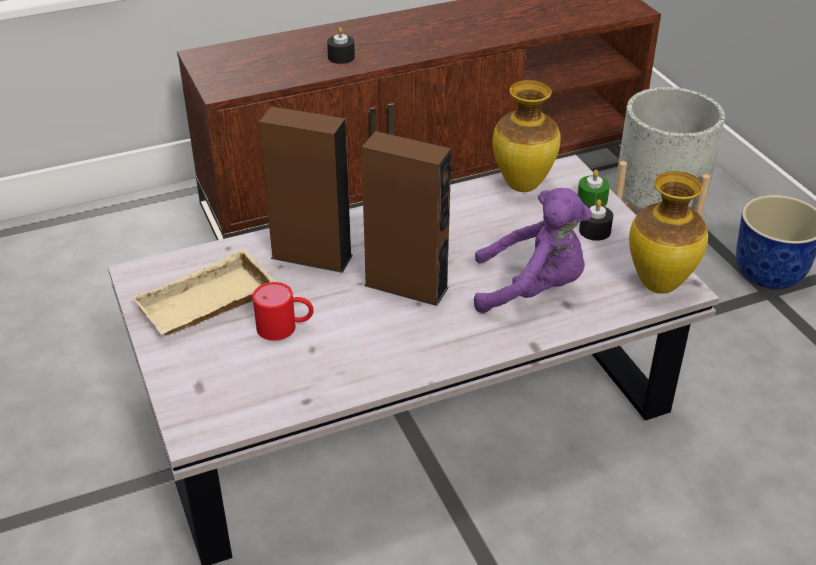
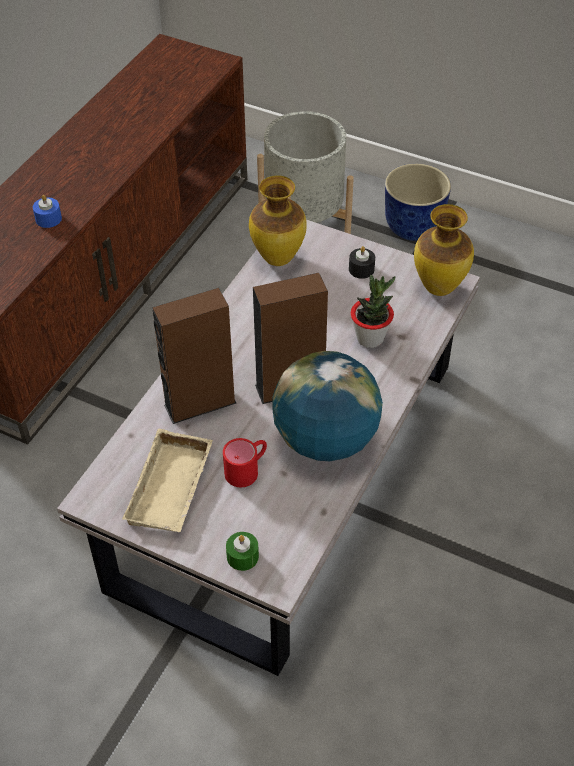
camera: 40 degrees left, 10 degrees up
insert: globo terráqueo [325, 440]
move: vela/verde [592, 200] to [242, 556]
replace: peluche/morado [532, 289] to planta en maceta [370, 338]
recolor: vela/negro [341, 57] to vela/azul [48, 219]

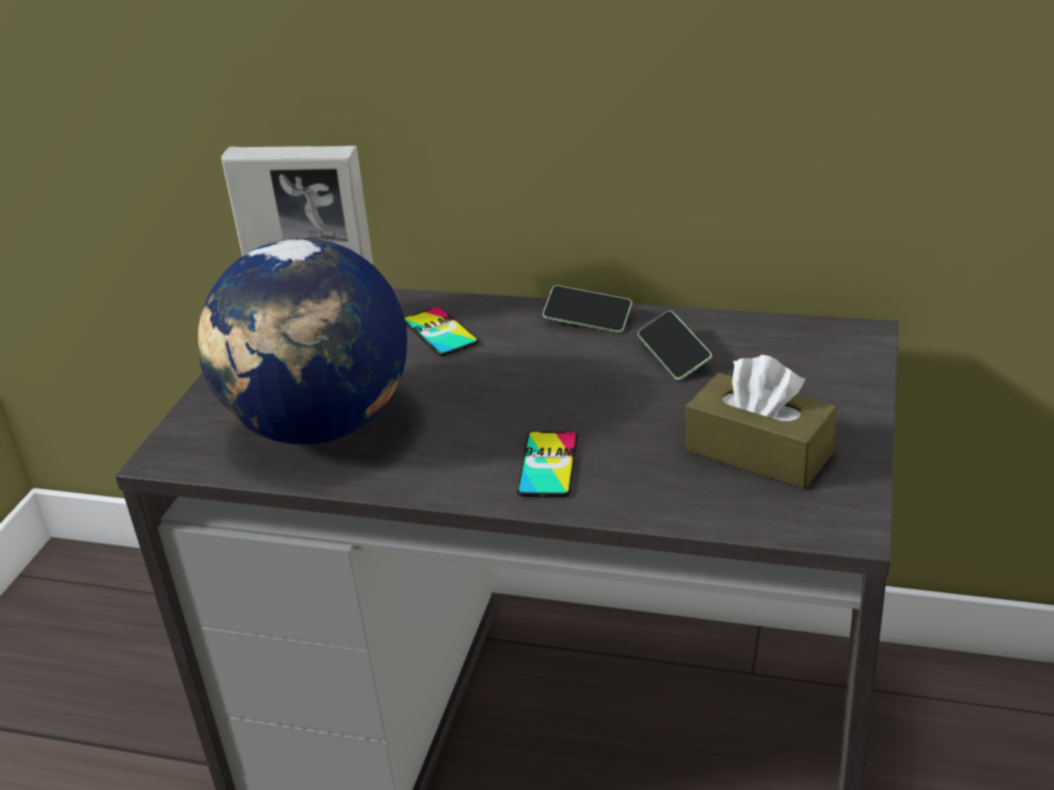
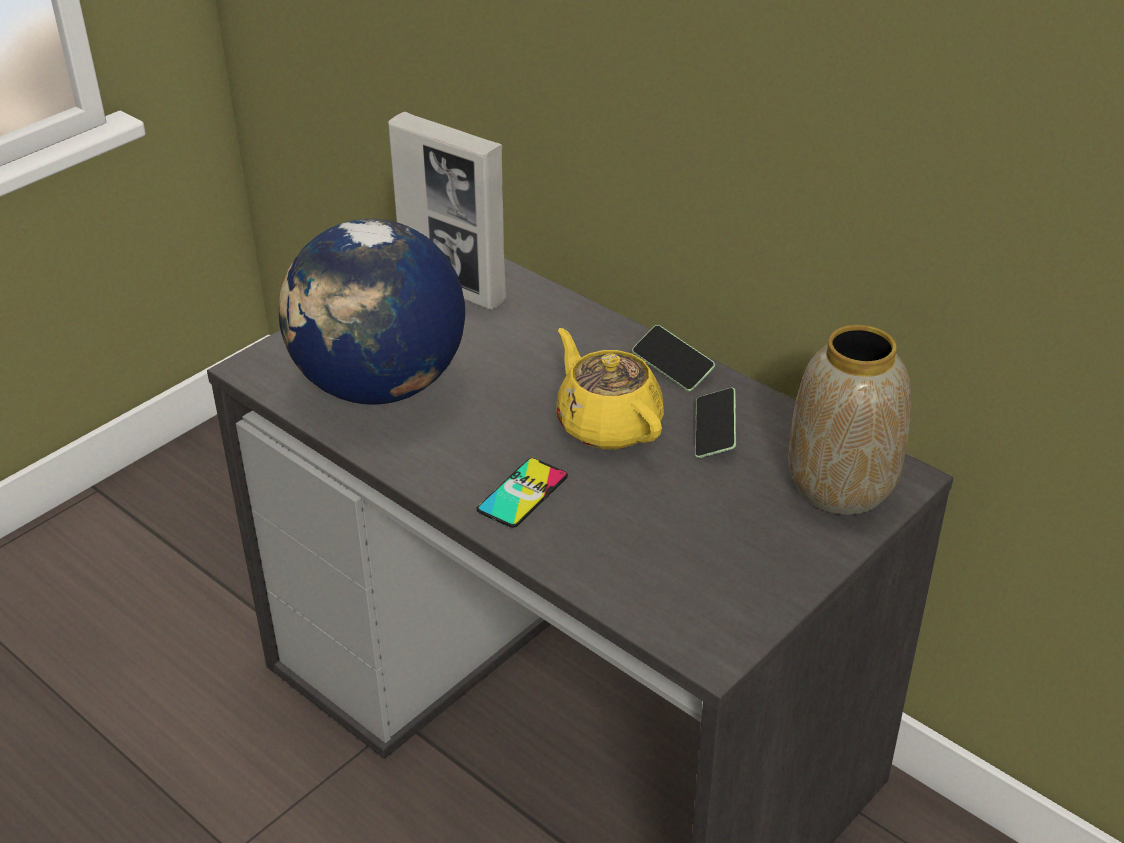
camera: 25 degrees right, 5 degrees up
delete: móvil [440, 332]; caja de pañuelos/marrón [759, 452]
insert: tetera/amarillo [607, 424]; florero [842, 487]

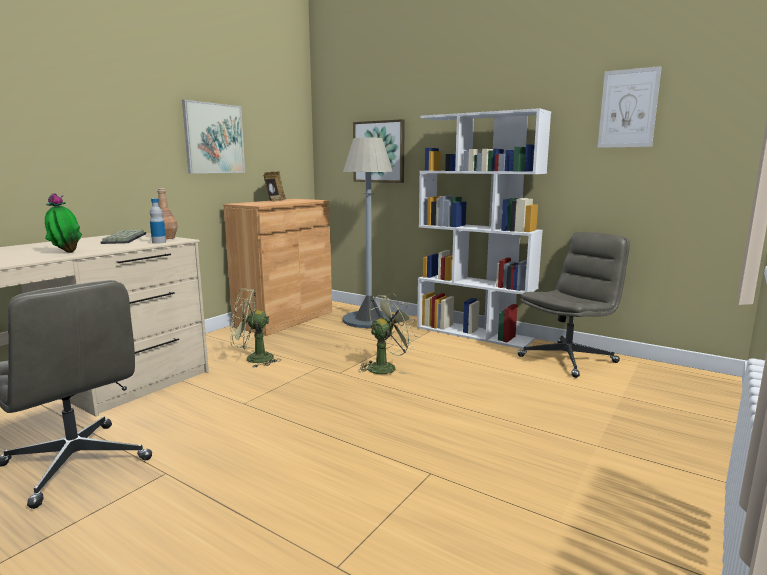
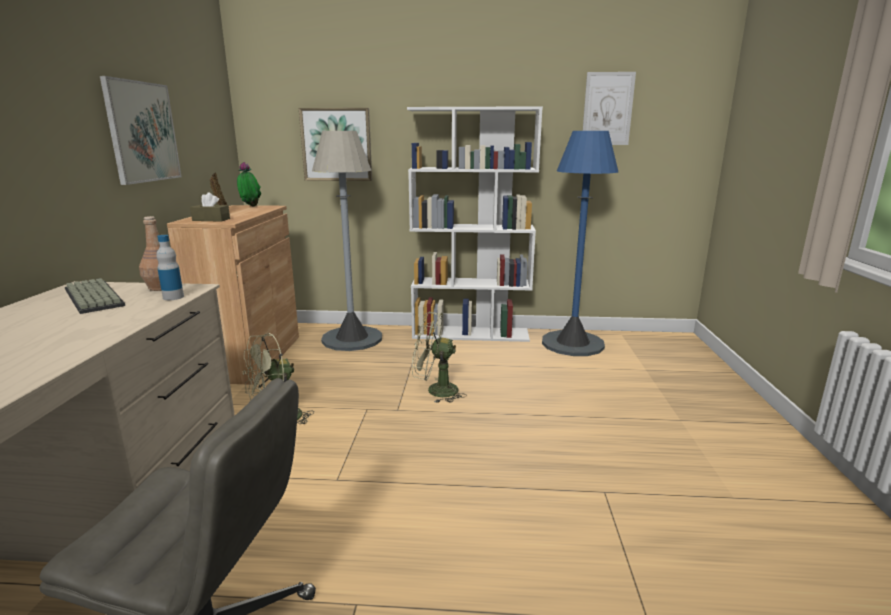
camera: 30 degrees left, 5 degrees up
insert: caja de pañuelos/marrón [211, 219]
move: planta en maceta [66, 252] to [250, 206]
replace: silla de oficina/gris [568, 359] to lámpara de pie/azul [572, 343]
rotate: ventilador/verde [386, 367] = [435, 391] 105 degrees counterclockwise

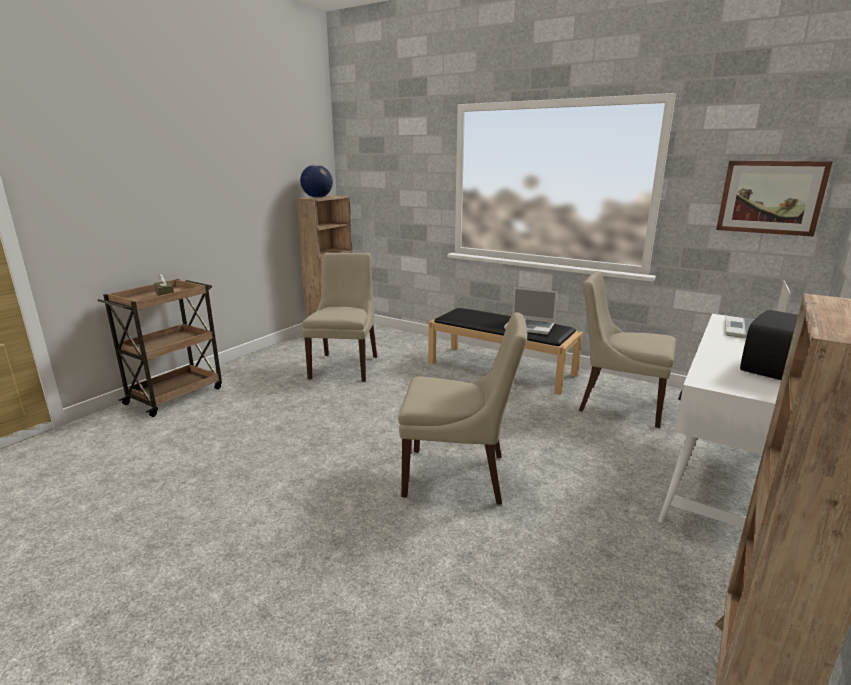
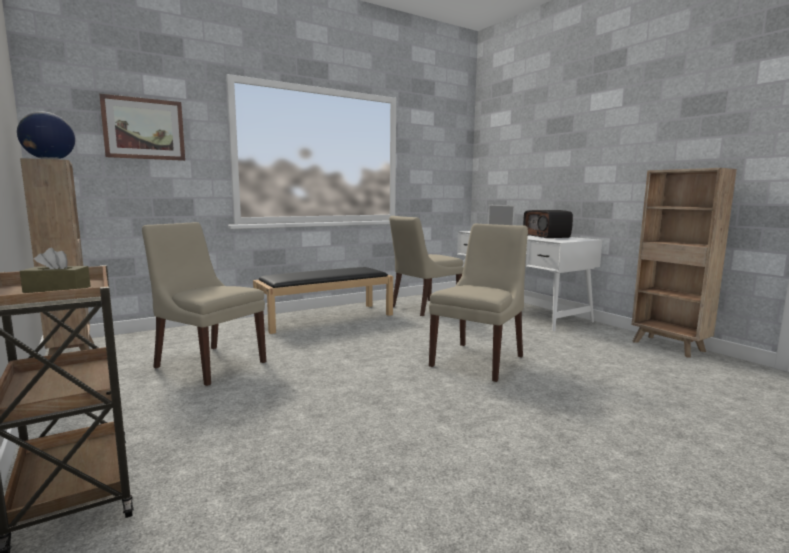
camera: 65 degrees left, 10 degrees down
delete: portátil [530, 327]
move: cuadro [770, 197] to [144, 129]

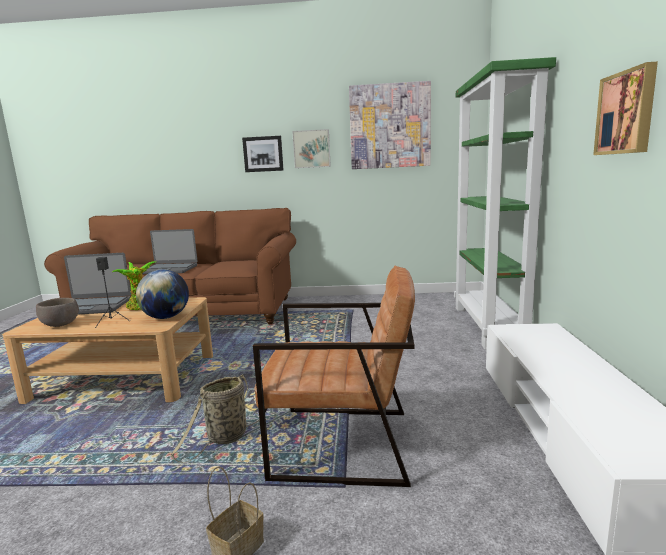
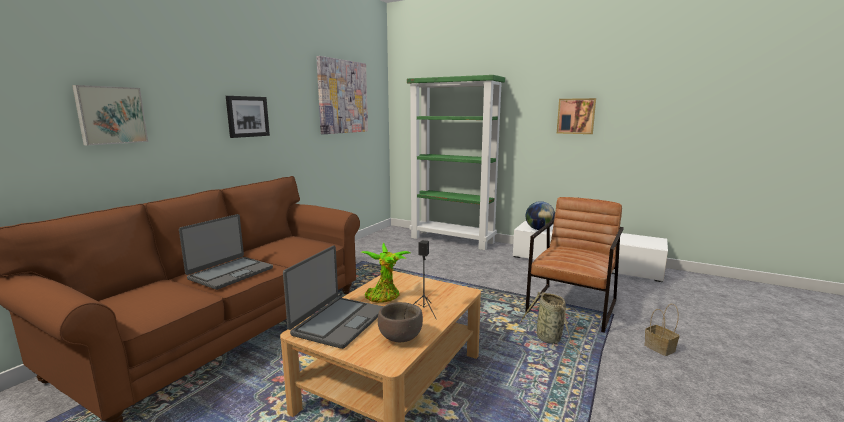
camera: 65 degrees left, 0 degrees up
move: globo terráqueo [166, 317] to [539, 229]; cuadro [311, 149] to [111, 115]

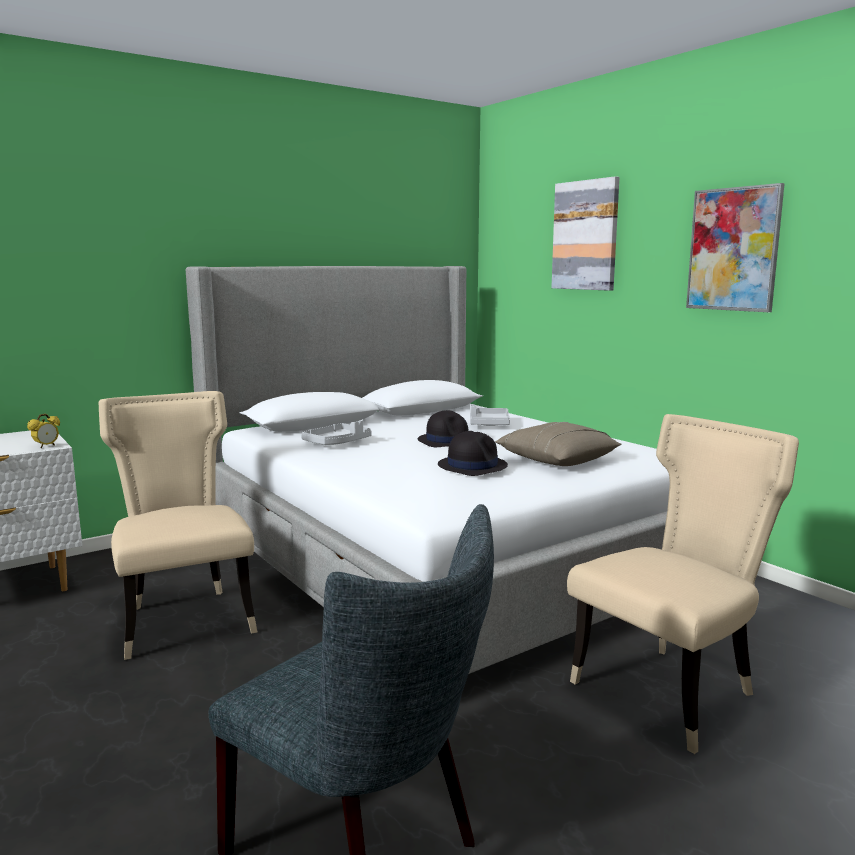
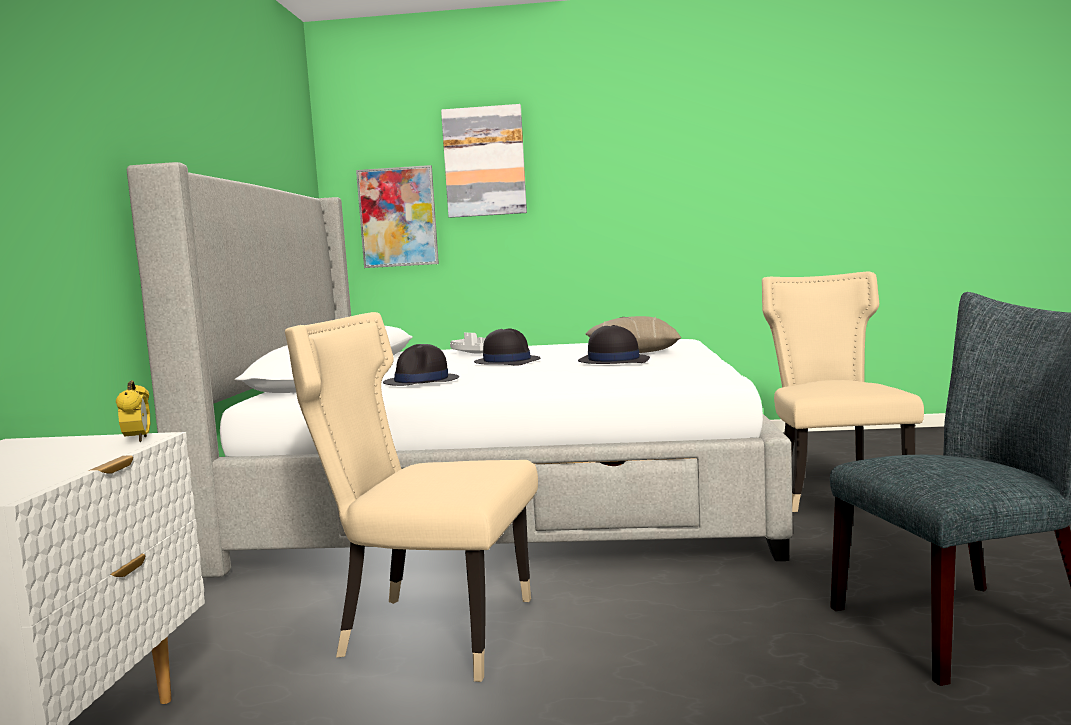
camera: 50 degrees left, 5 degrees down
move: cuadro [733, 249] to [398, 217]
replace: bandeja/gris [337, 443] to sombrero/negro [422, 381]

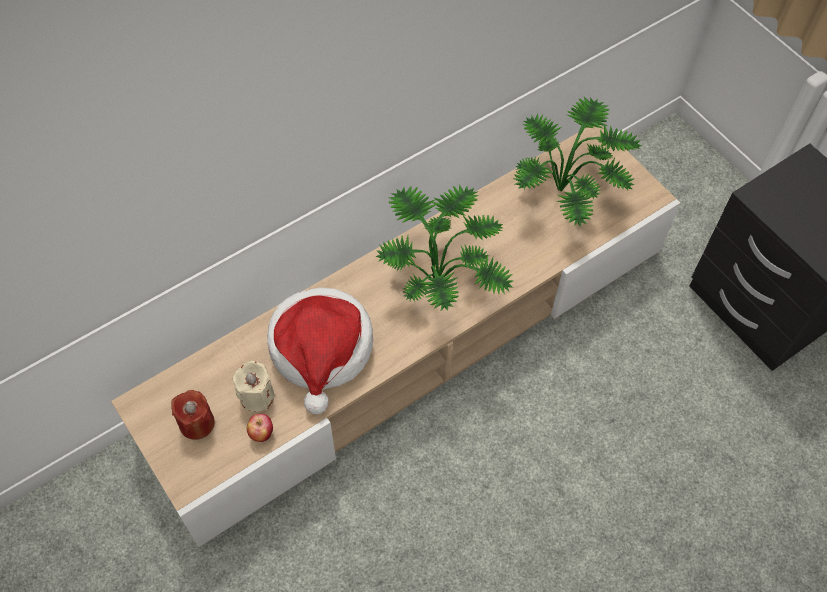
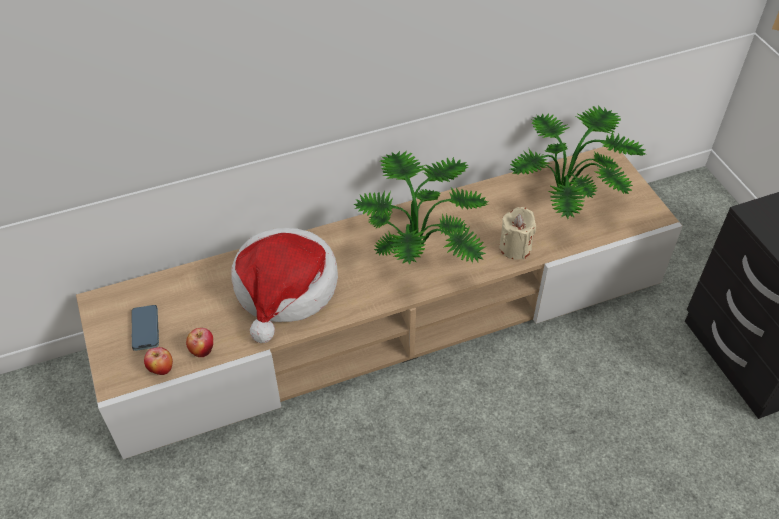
camera: 15 degrees right, 10 degrees down
insert: manzana [161, 369]
move: vela/beis [257, 396] to [515, 247]
replace: vela/rojo [197, 423] to móvil [145, 329]

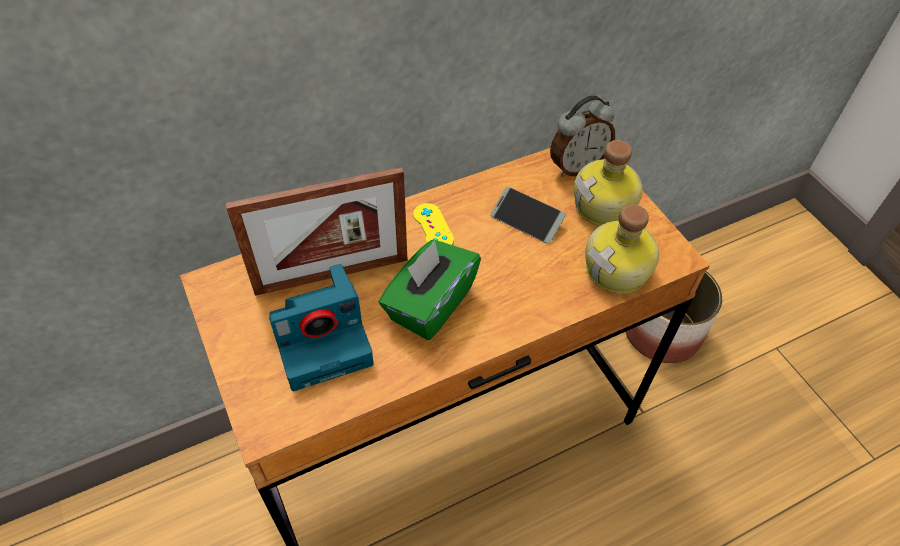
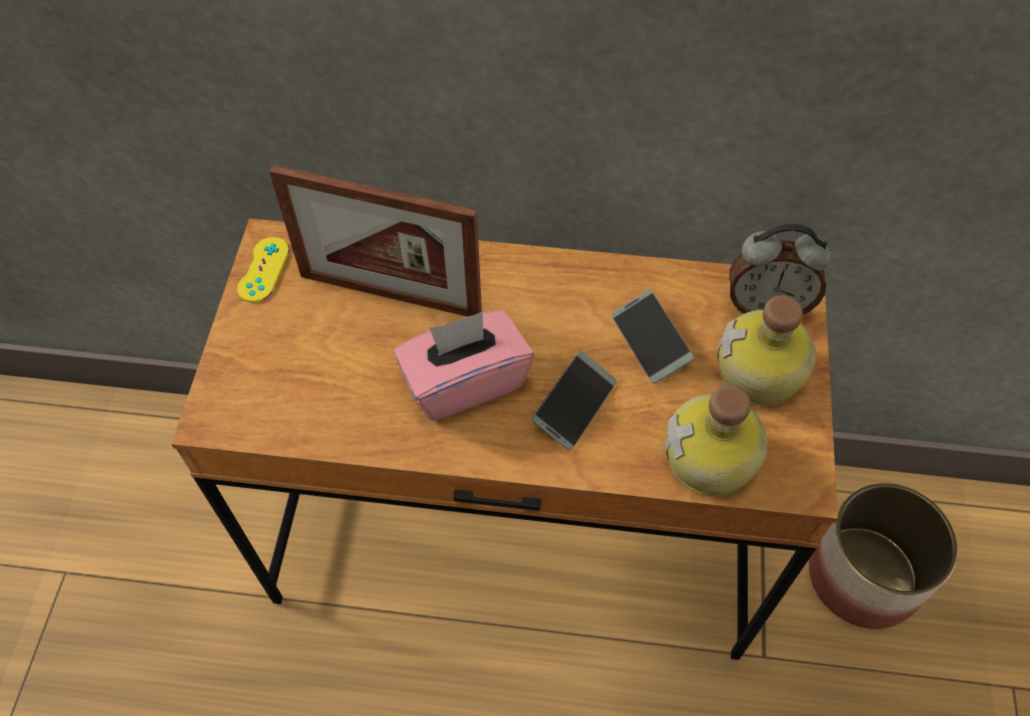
camera: 35 degrees right, 5 degrees up
delete: cámara [323, 339]
insert: móvil [574, 405]
move: mando de consola/amarillo [433, 227] to [263, 270]
recolor: caja de pañuelos/verde [429, 304] to caja de pañuelos/rosa [464, 381]

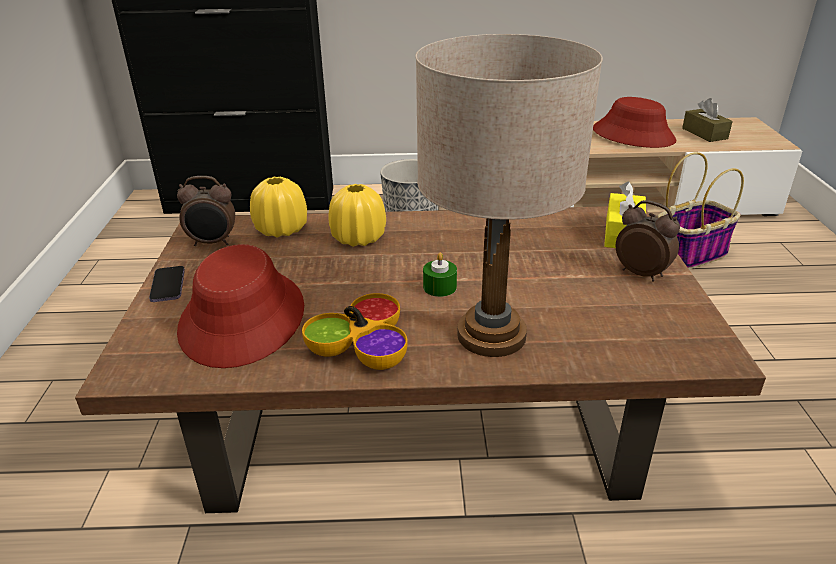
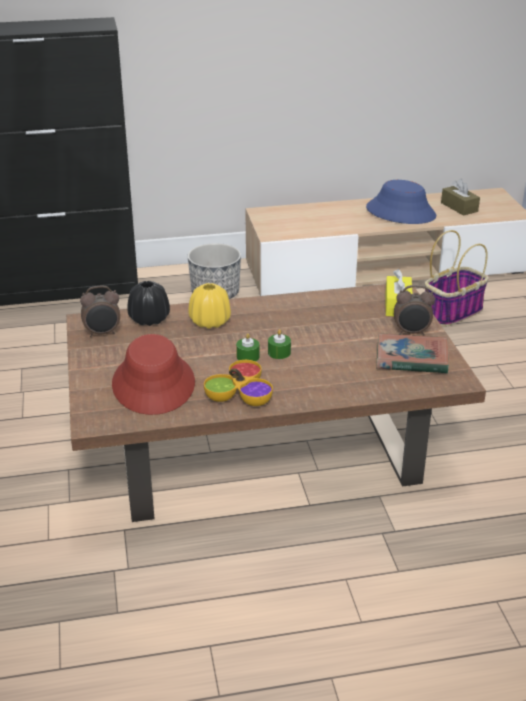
camera: 10 degrees left, 0 degrees up
delete: móvil [168, 286]; lámpara de mesa/beis [491, 335]
insert: vela/verde [248, 356]; libro [411, 358]
recolor: florero/amarillo [281, 229] to florero/negro [149, 319]; sombrero/rojo [633, 135] to sombrero/azul [400, 212]
rotate: despertador [641, 273] = [411, 333] 150 degrees clockwise

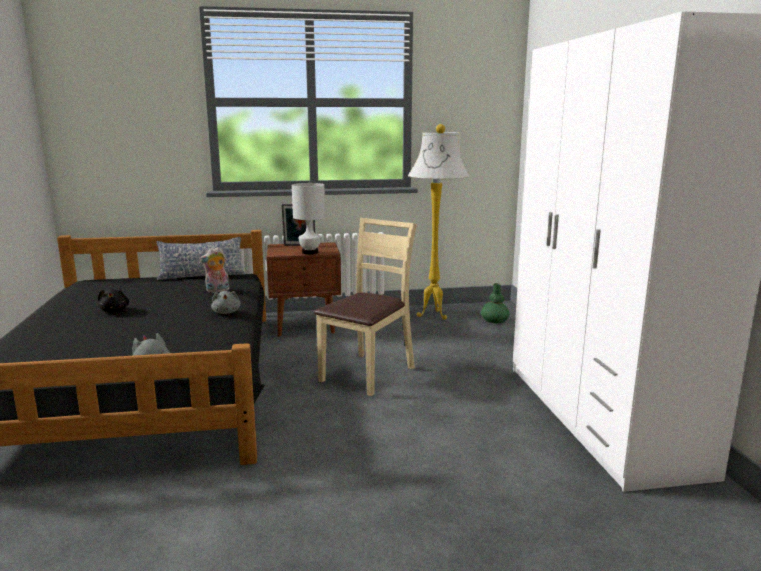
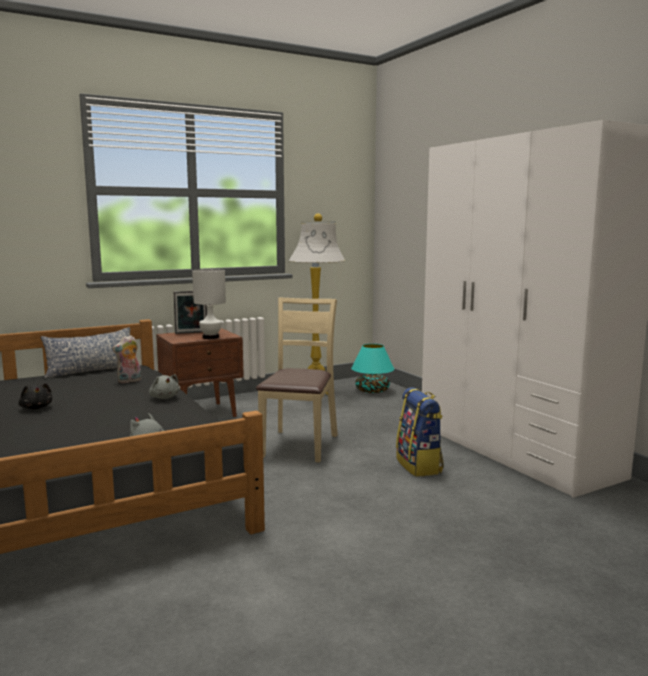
camera: 20 degrees left, 5 degrees down
insert: mochila [419, 466]
replace: florero/verde [495, 320] to lámpara de mesa/turquesa [372, 391]

